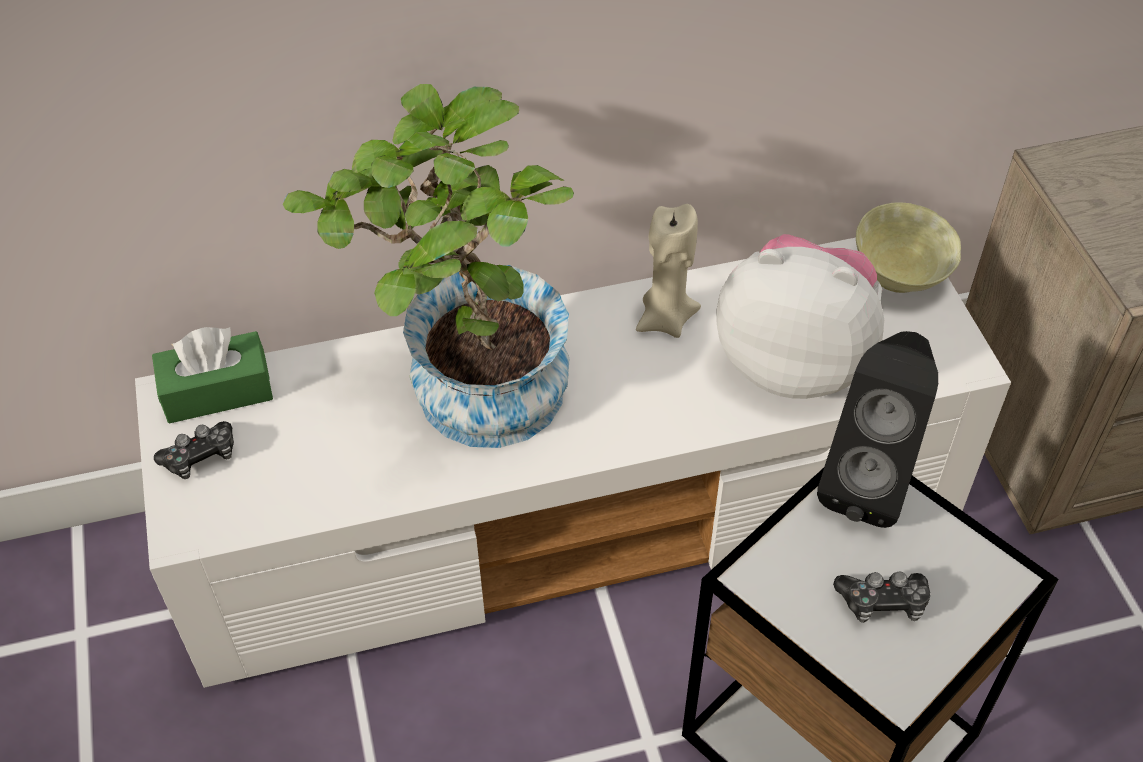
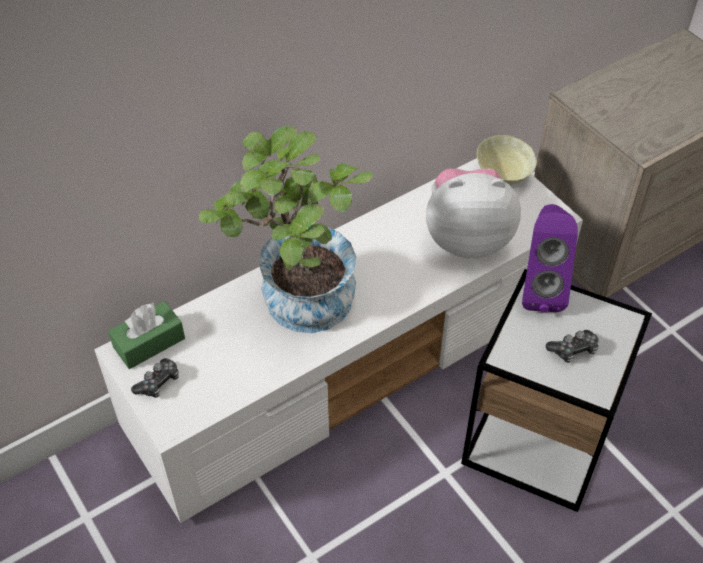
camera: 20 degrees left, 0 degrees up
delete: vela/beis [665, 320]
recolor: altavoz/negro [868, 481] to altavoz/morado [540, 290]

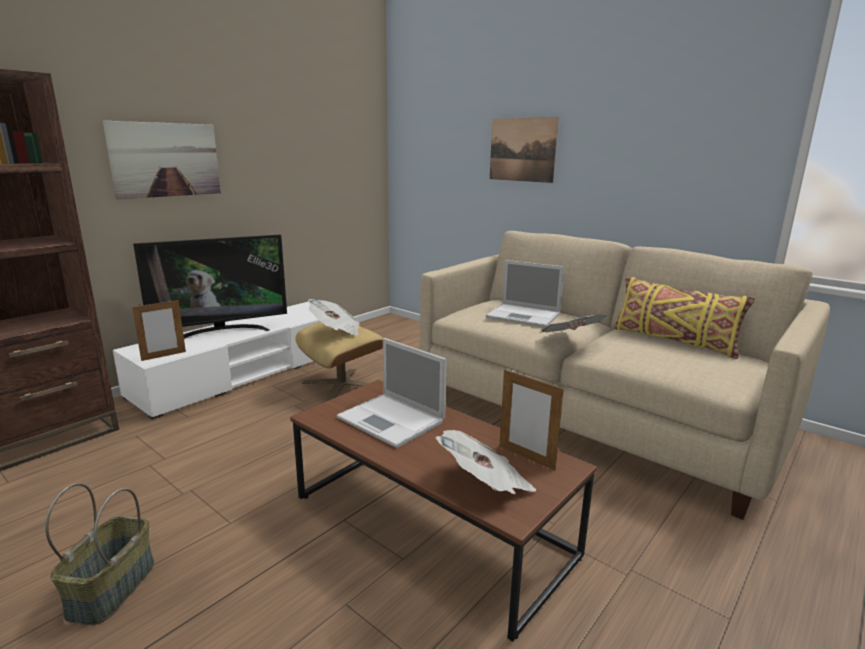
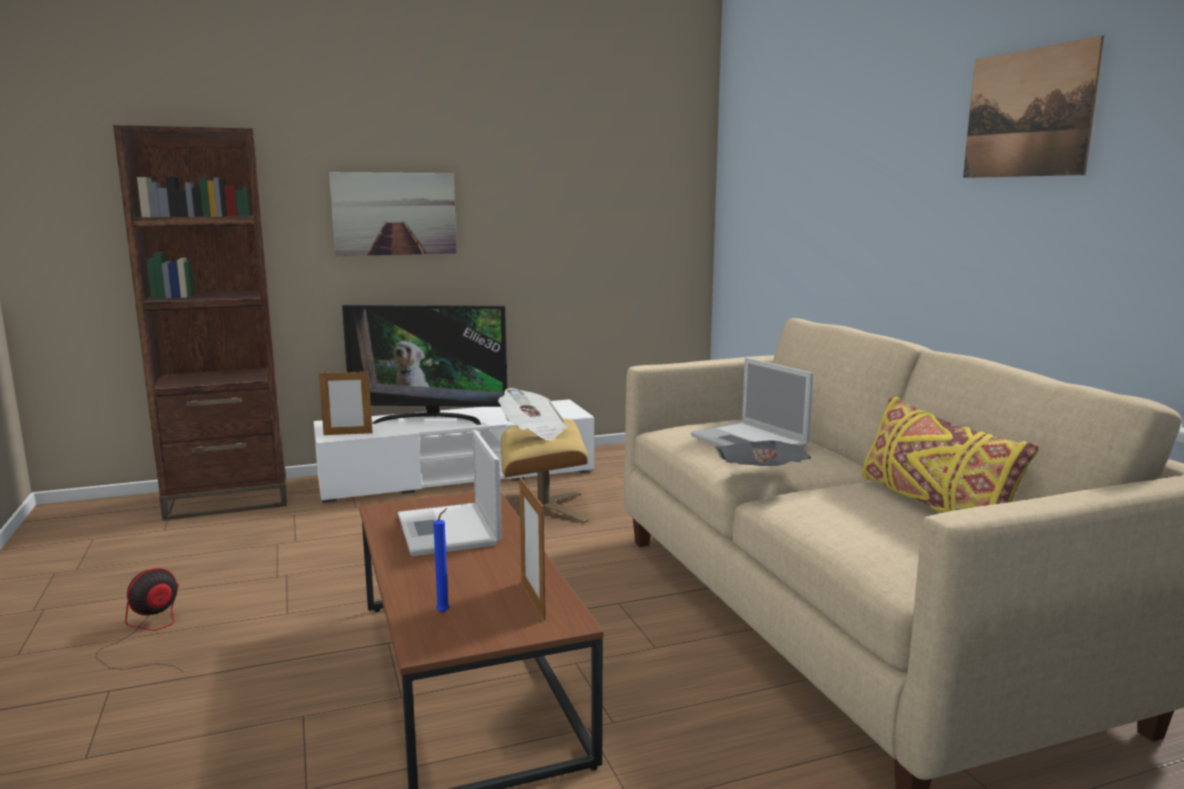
camera: 30 degrees right, 5 degrees down
move: cuadro [522, 150] to [1027, 113]
replace: cesta [111, 587] to ventilador [147, 635]; periódico [485, 485] to vela/azul [445, 611]

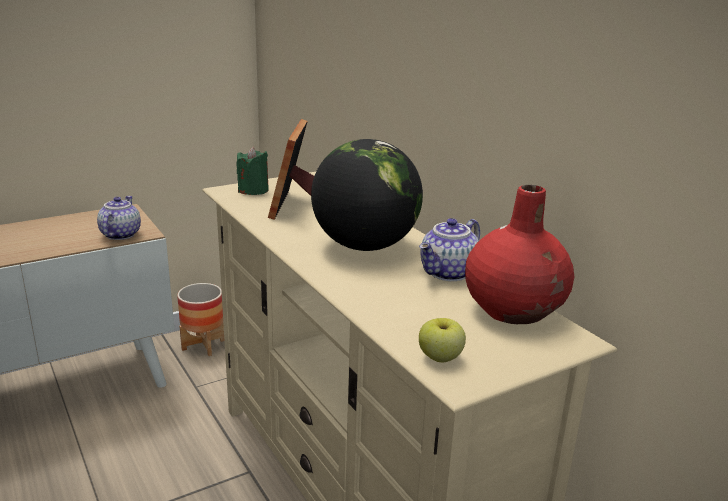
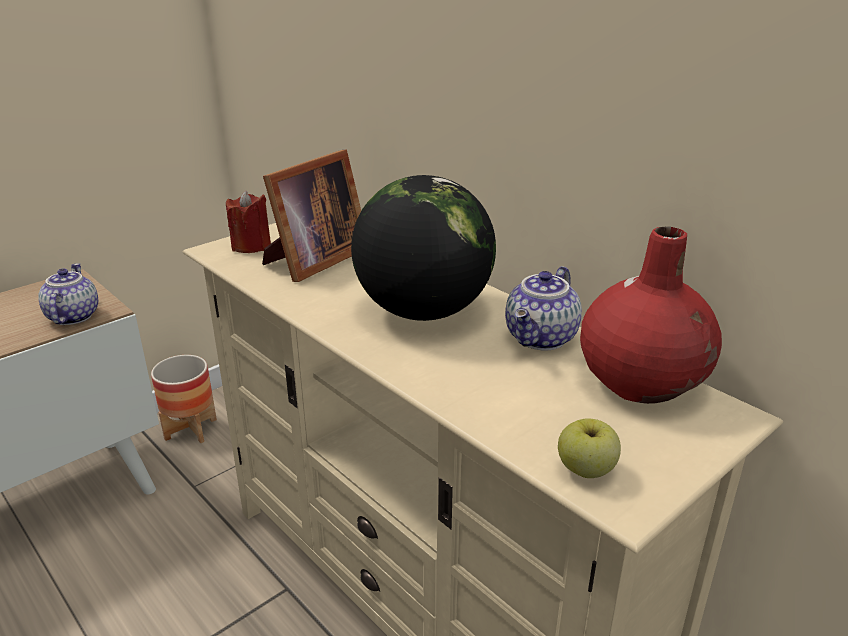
camera: 10 degrees left, 5 degrees up
recolor: vela/verde [253, 190] to vela/rojo [251, 246]
rotate: portarretratos [296, 204] = [313, 260] 135 degrees counterclockwise

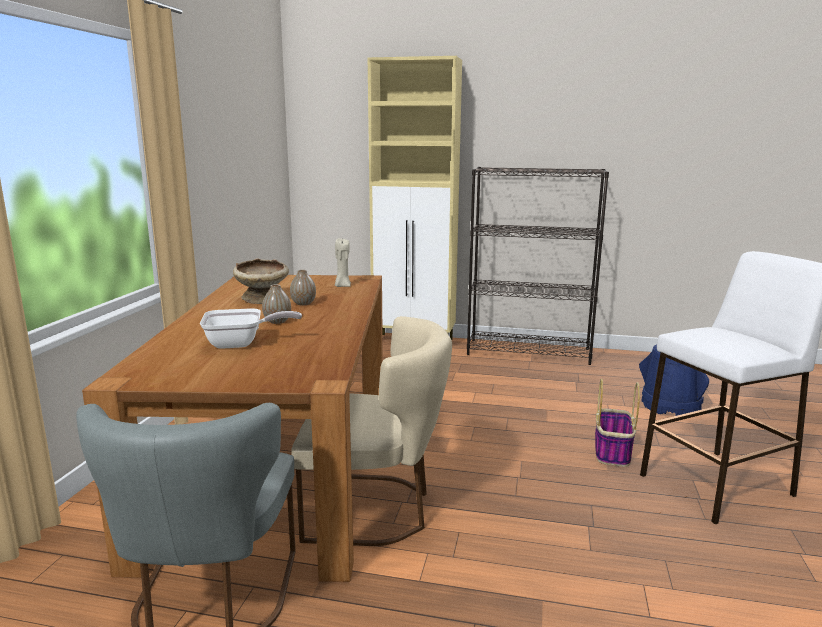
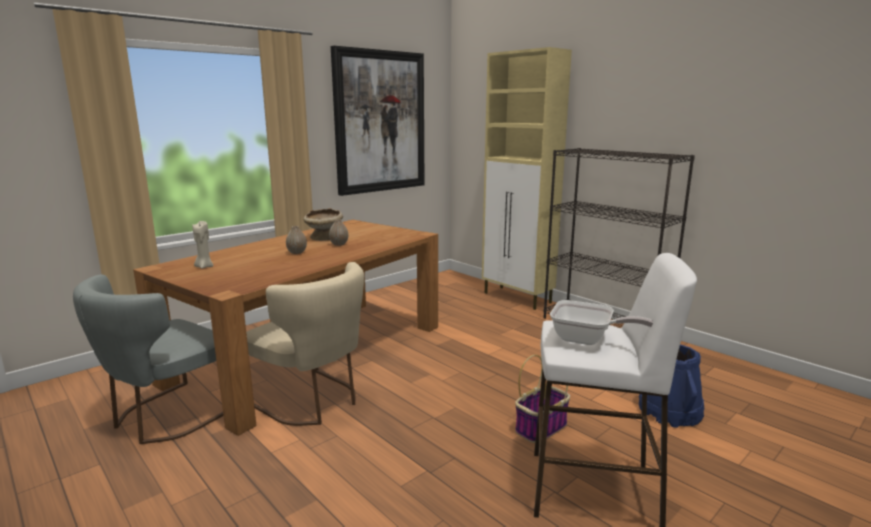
camera: 35 degrees right, 0 degrees up
insert: cuadro [380, 122]
move: sartén [241, 343] to [587, 340]; vela/beis [342, 286] to [204, 267]

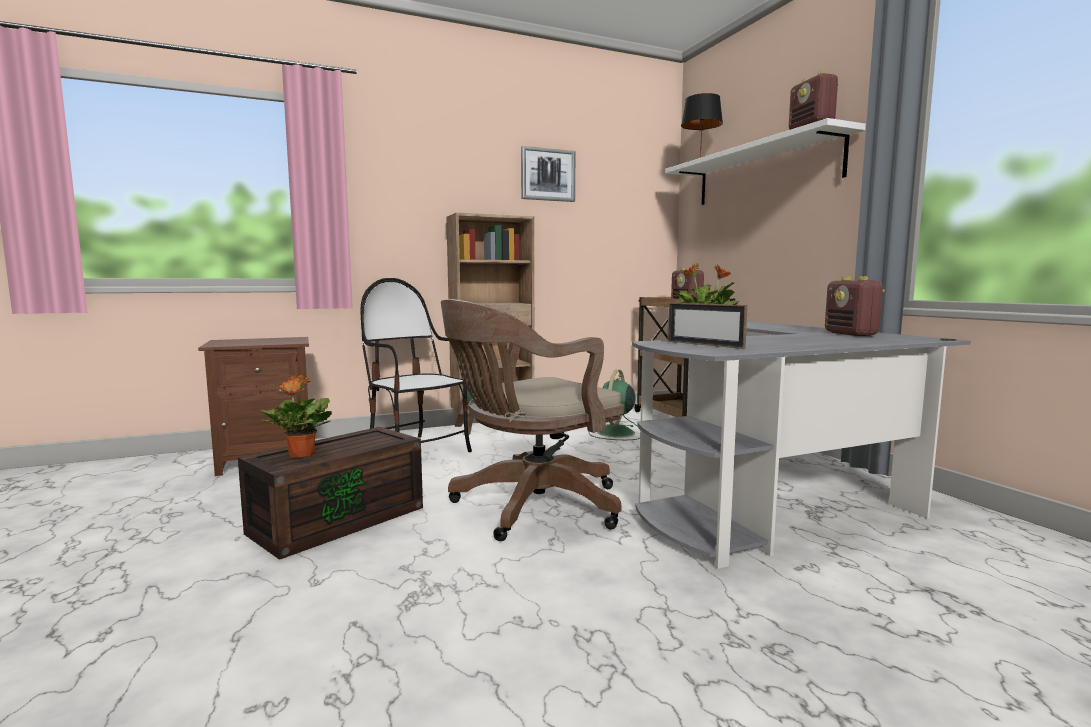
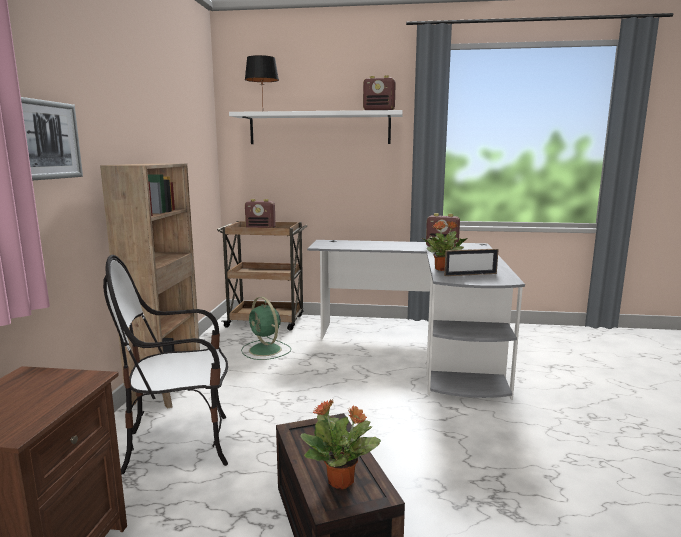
camera: 60 degrees left, 5 degrees up
delete: silla de oficina/marrón [530, 507]
move: cuadro [547, 175] to [45, 140]

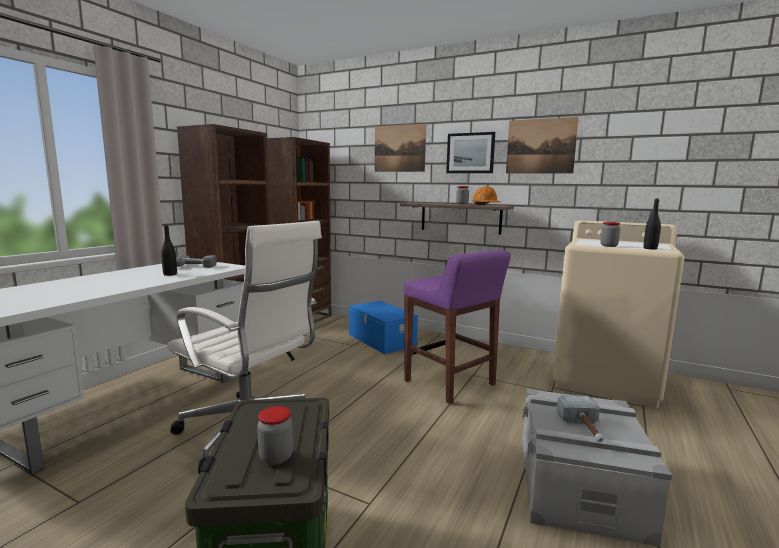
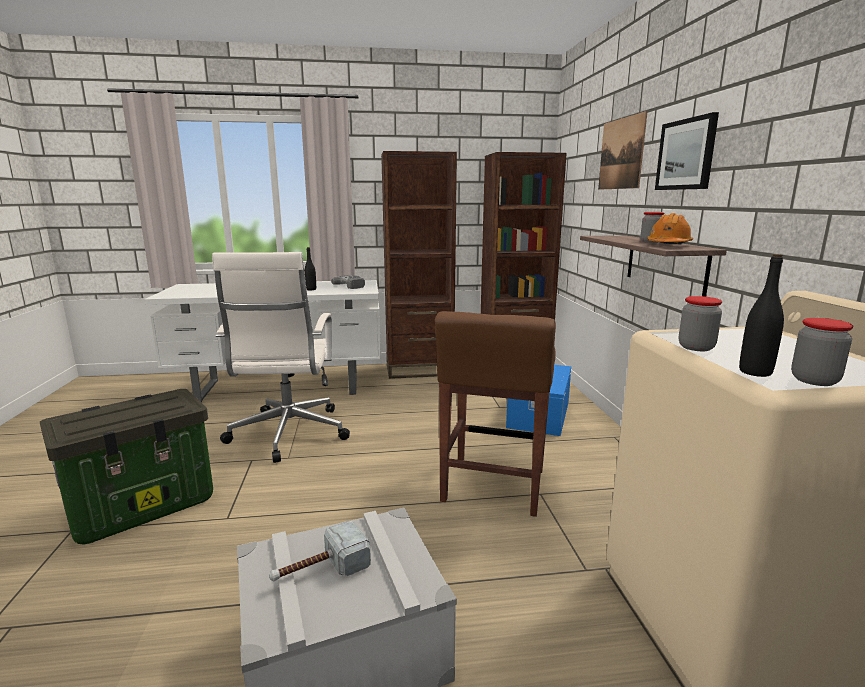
camera: 55 degrees right, 5 degrees up
delete: cuadro [540, 146]
move: tarro [276, 457] to [814, 380]
recolor: taburete/morado [450, 383] to taburete/marrón [493, 486]

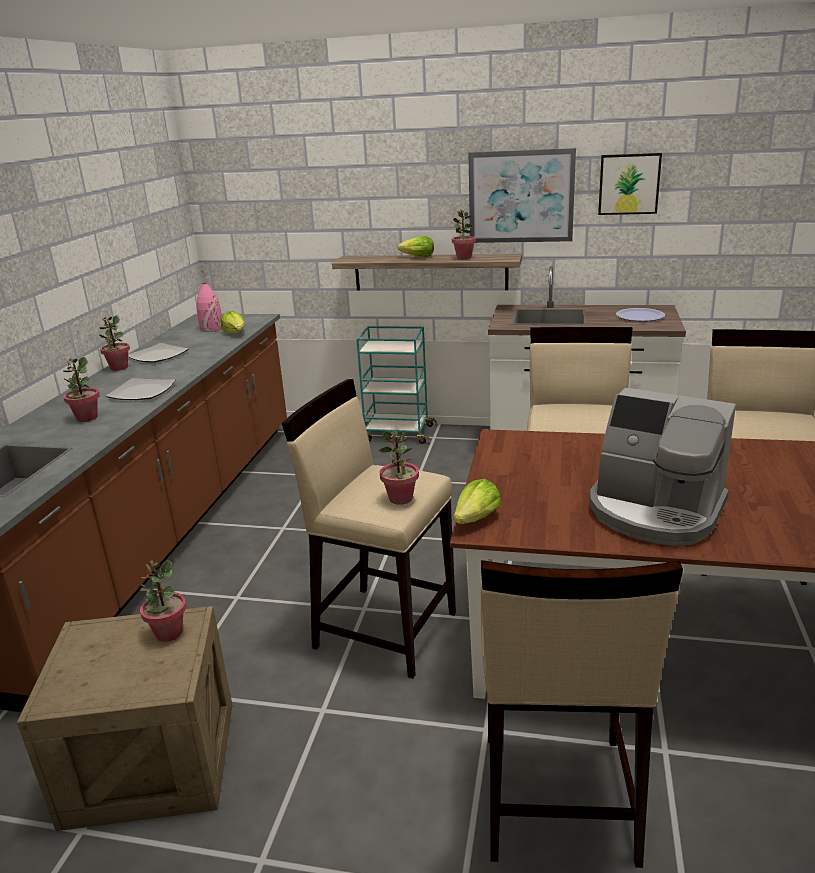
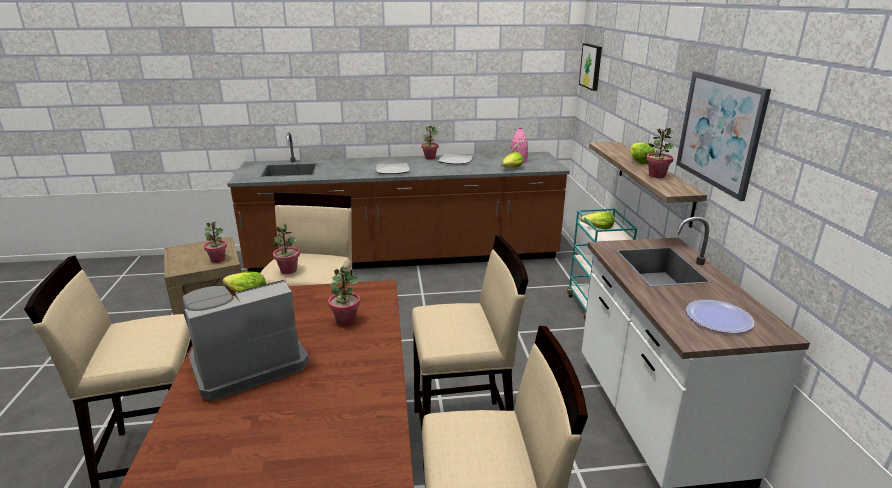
camera: 70 degrees right, 0 degrees up
insert: lechuga [598, 228]
move: planta en maceta [87, 418] to [346, 320]; cuadro [629, 184] to [592, 66]
rotate: cafetera [655, 511] = [247, 363] 45 degrees clockwise

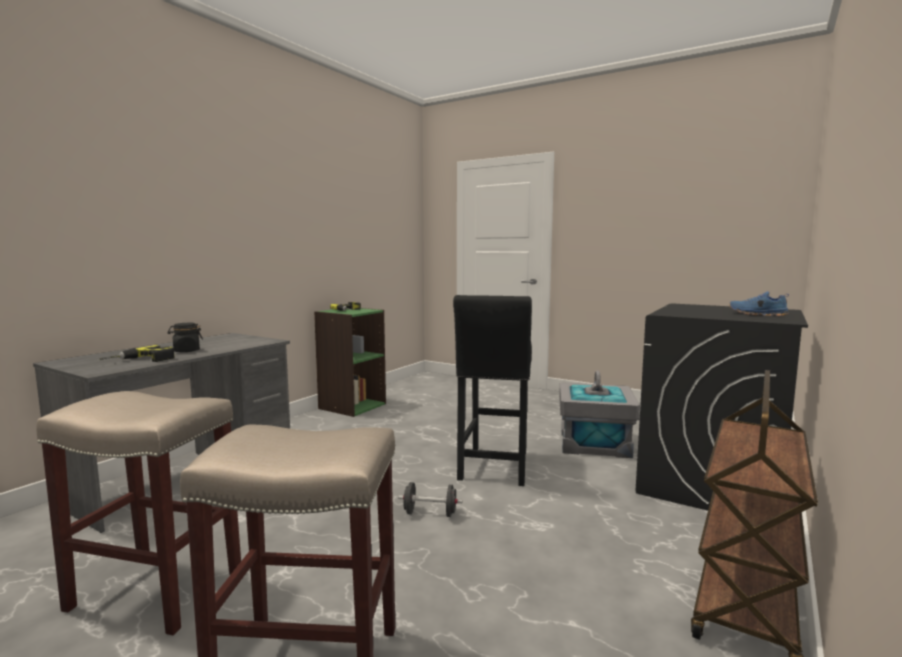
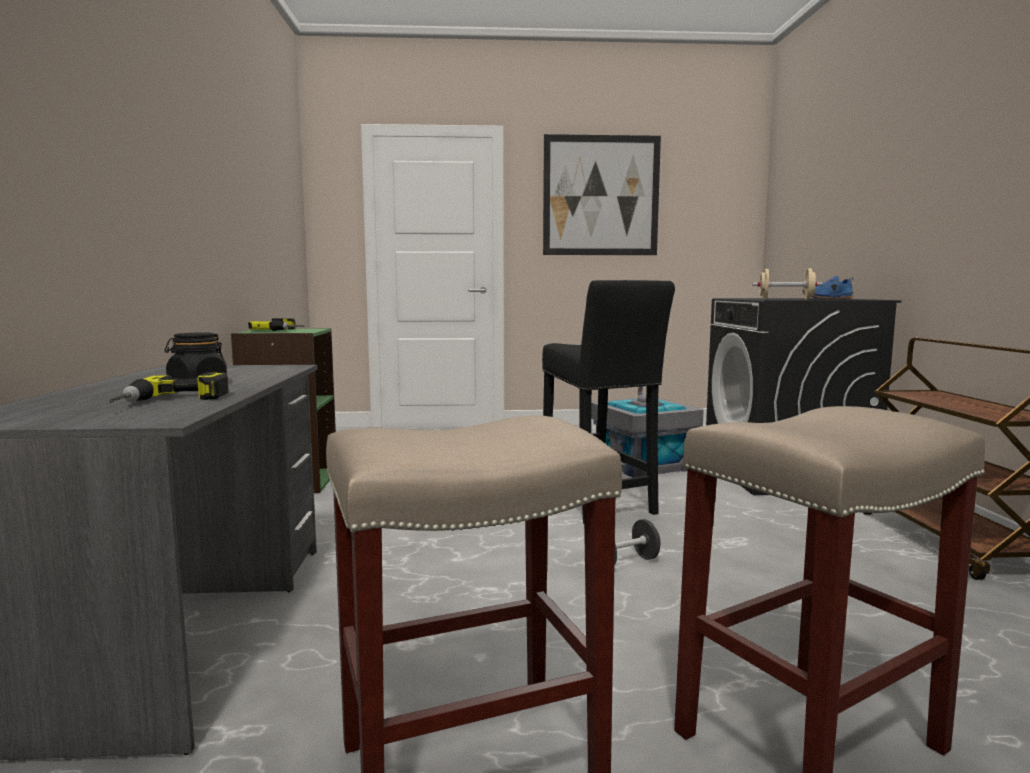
camera: 35 degrees left, 0 degrees up
insert: cuadro [601, 196]; mancuerna/beis [785, 299]

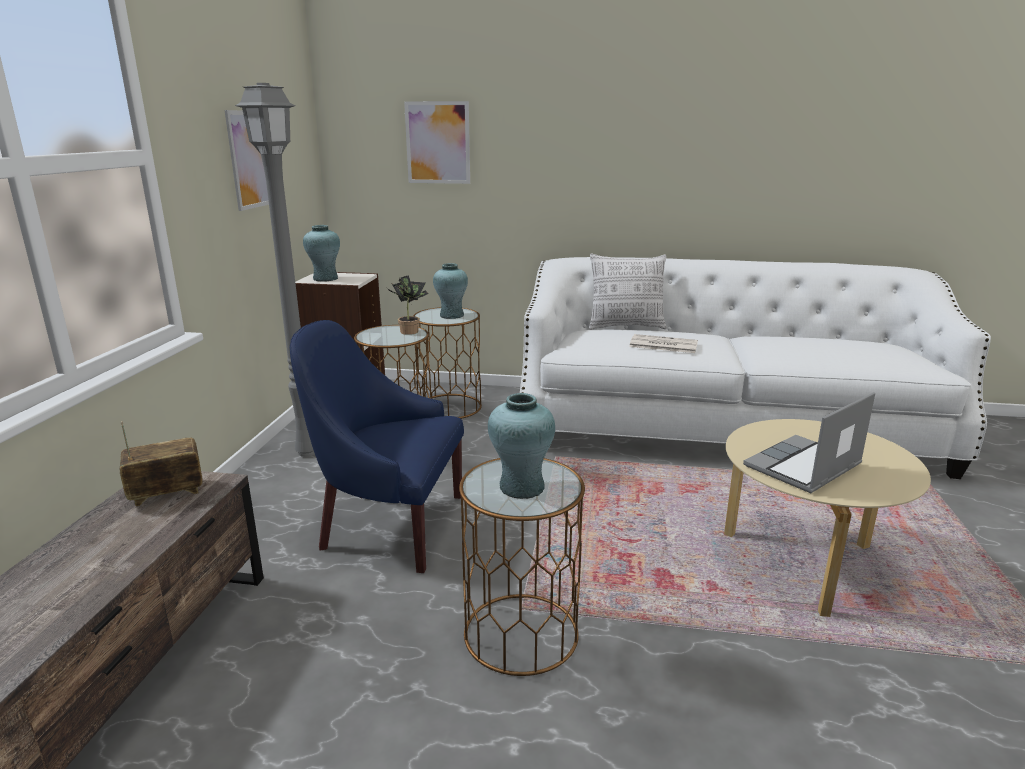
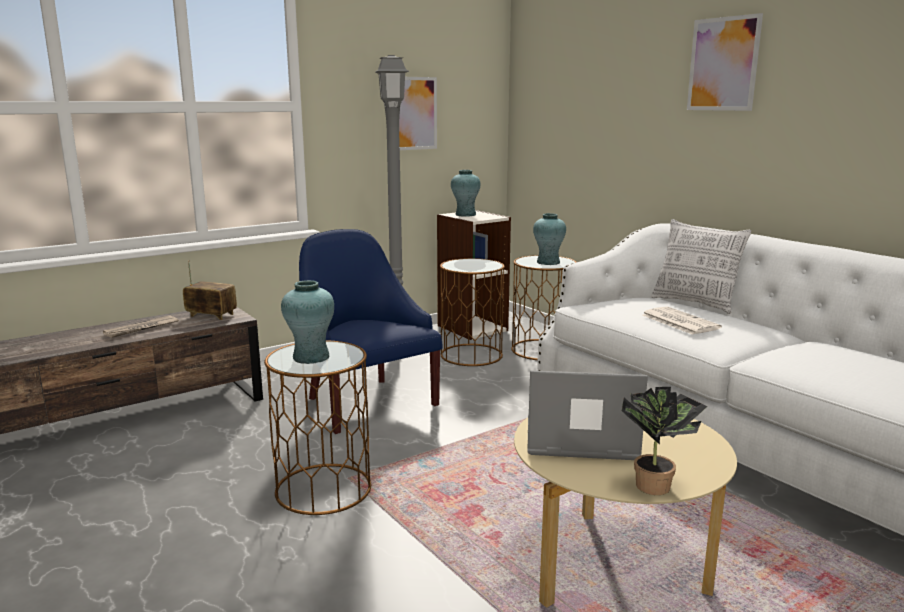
camera: 45 degrees right, 5 degrees down
insert: periódico [141, 329]
move: planta en maceta [409, 331] to [655, 484]; cuadro [438, 143] to [723, 64]

